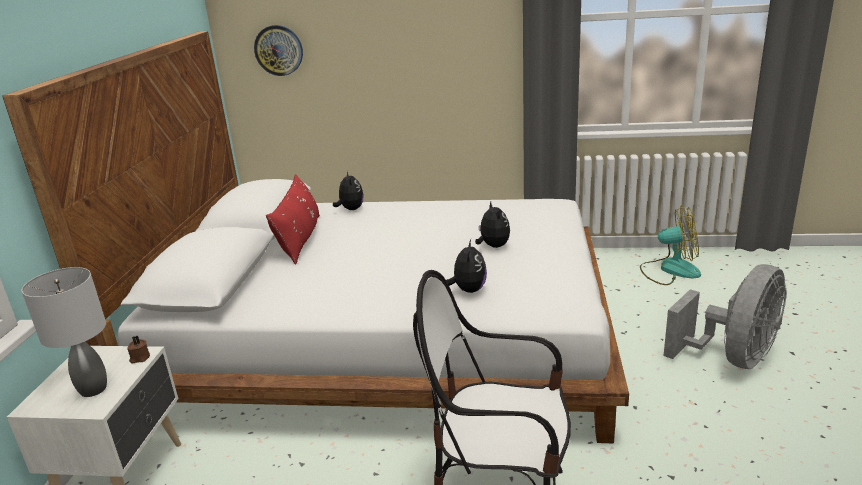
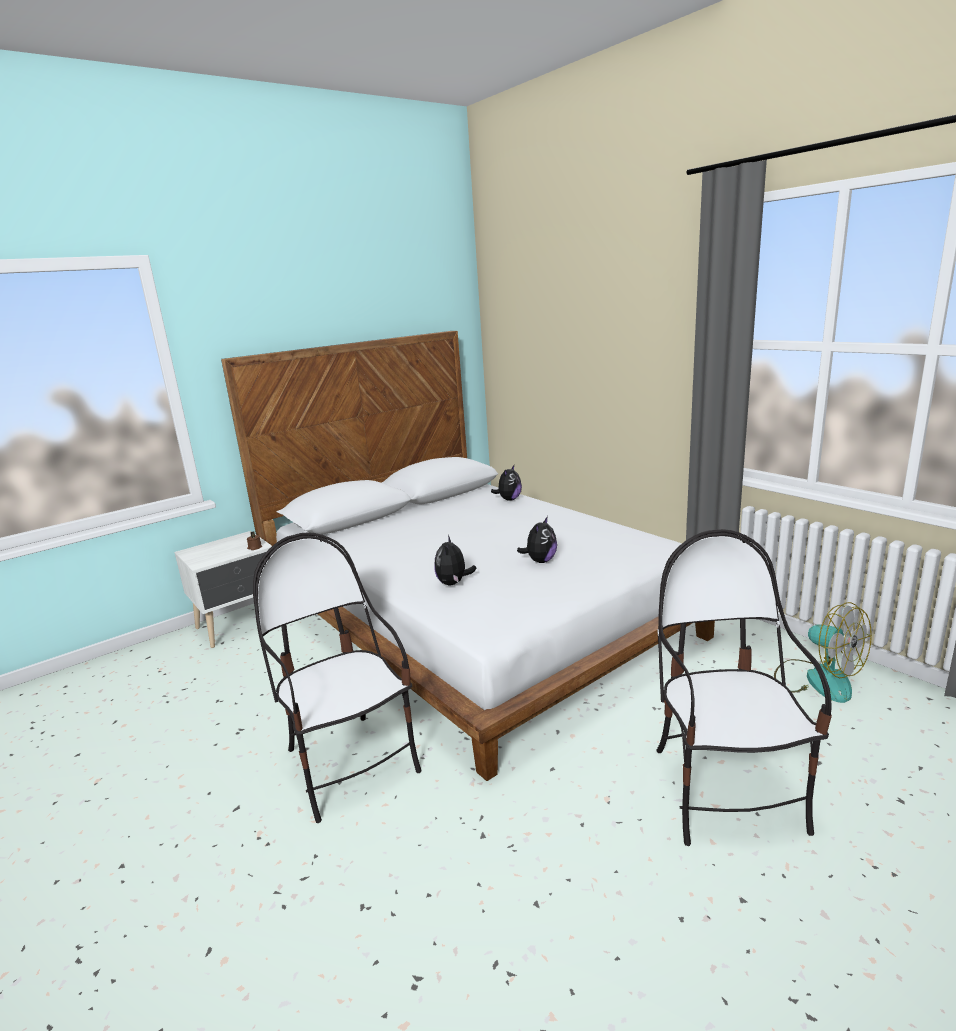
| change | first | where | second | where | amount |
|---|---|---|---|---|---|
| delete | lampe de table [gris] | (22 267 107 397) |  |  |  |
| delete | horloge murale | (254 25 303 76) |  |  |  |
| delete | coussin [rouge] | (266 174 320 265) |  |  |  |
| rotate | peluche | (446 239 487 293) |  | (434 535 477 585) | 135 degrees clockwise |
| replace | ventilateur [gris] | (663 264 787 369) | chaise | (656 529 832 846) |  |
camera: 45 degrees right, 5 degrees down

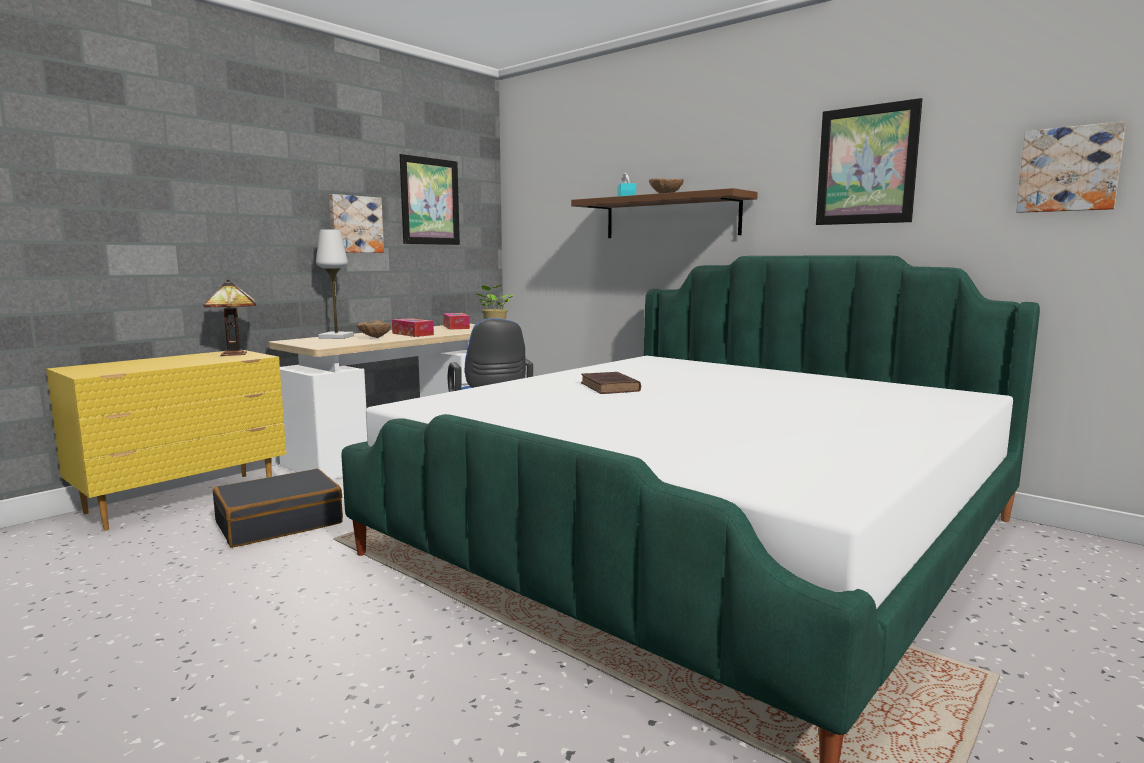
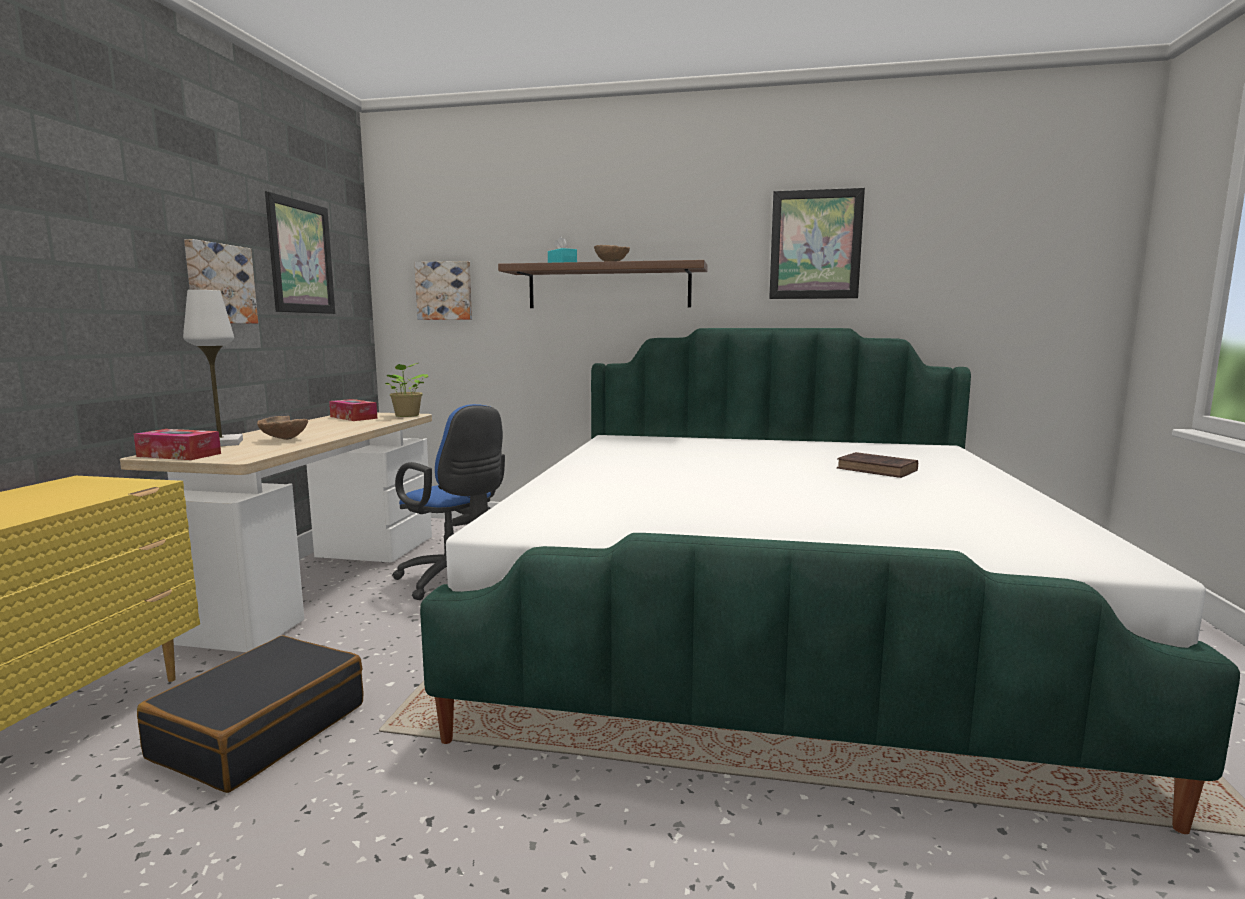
| change | first | where | second | where | amount |
|---|---|---|---|---|---|
| delete | lampe de table | (203 279 256 356) |  |  |  |
| move | boîte à mouchoirs | (392 318 434 337) |  | (134 429 221 460) |  |
| move | livre [marron] | (581 372 641 394) |  | (837 452 918 478) |  |
| move | tableau | (1016 121 1126 213) |  | (414 261 472 320) |  |
camera: 30 degrees left, 0 degrees up

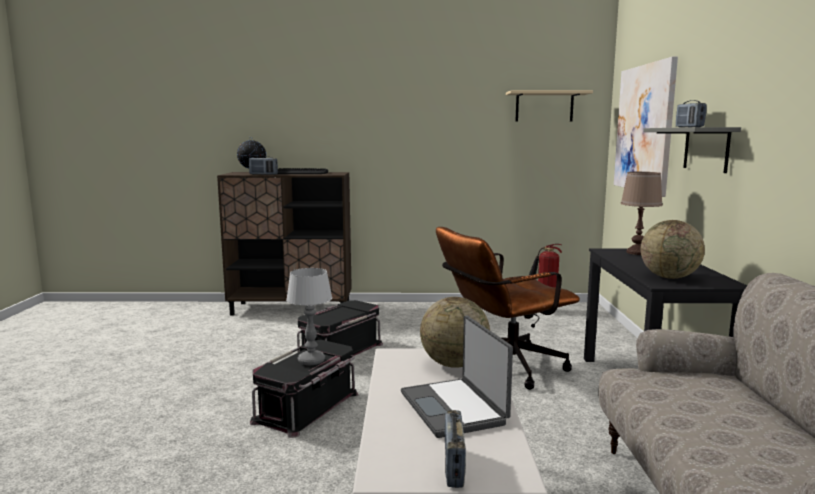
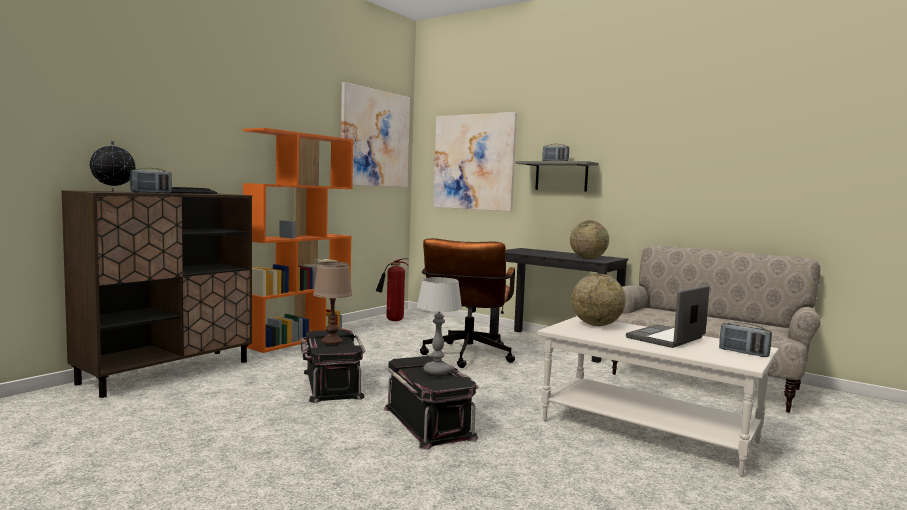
| change | first | where | second | where | amount |
|---|---|---|---|---|---|
| rotate | ordinateur portable | (401 315 513 438) |  | (626 285 710 348) | 120 degrees clockwise |
| replace | étagère [beige] | (506 90 593 122) | tableau | (341 82 410 187) |  |
| move | lampe de table [marron] | (621 172 663 255) |  | (313 262 352 345) |  |
| insert |  |  | bibliothèque [orange] | (243 128 353 353) |  |
camera: 55 degrees left, 5 degrees down

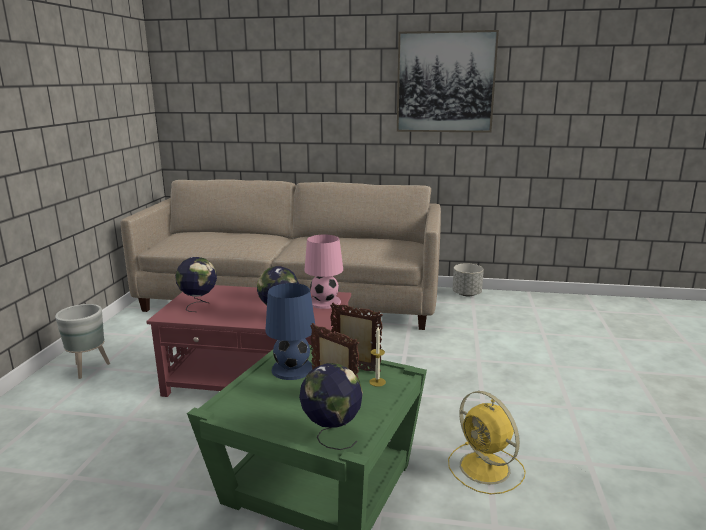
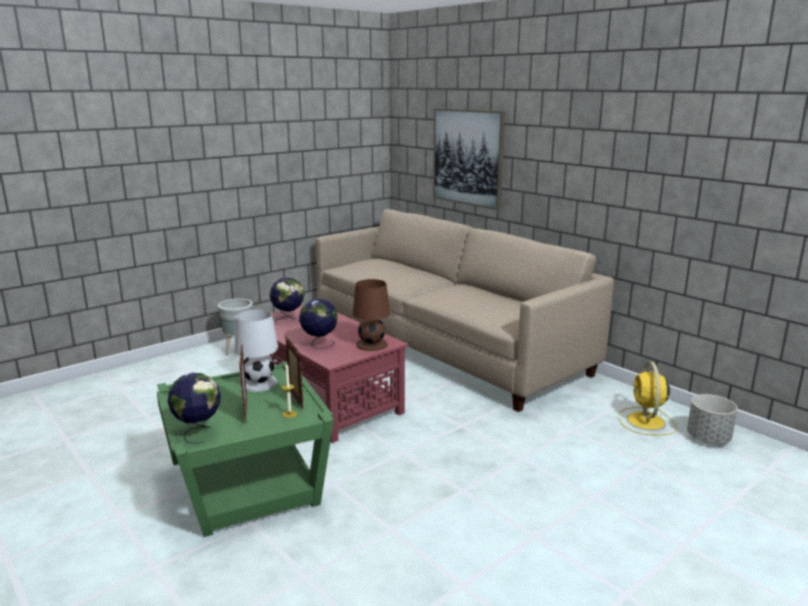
| change | first | where | second | where | amount |
|---|---|---|---|---|---|
| recolor | lampe de table [bleu] | (265 283 315 380) | lampe de table [blanc] | (235 310 278 392) |  |
| recolor | lampe de table [rose] | (304 235 343 309) | lampe de table [marron] | (353 279 390 351) |  |
| move | tableau | (397 30 499 133) |  | (433 109 505 210) |  |
| move | ventilateur [jaune] | (448 391 526 494) |  | (618 362 677 436) |  |
| move | cache-pot [gris] | (453 263 484 296) |  | (687 394 738 444) |  |
camera: 40 degrees right, 0 degrees up

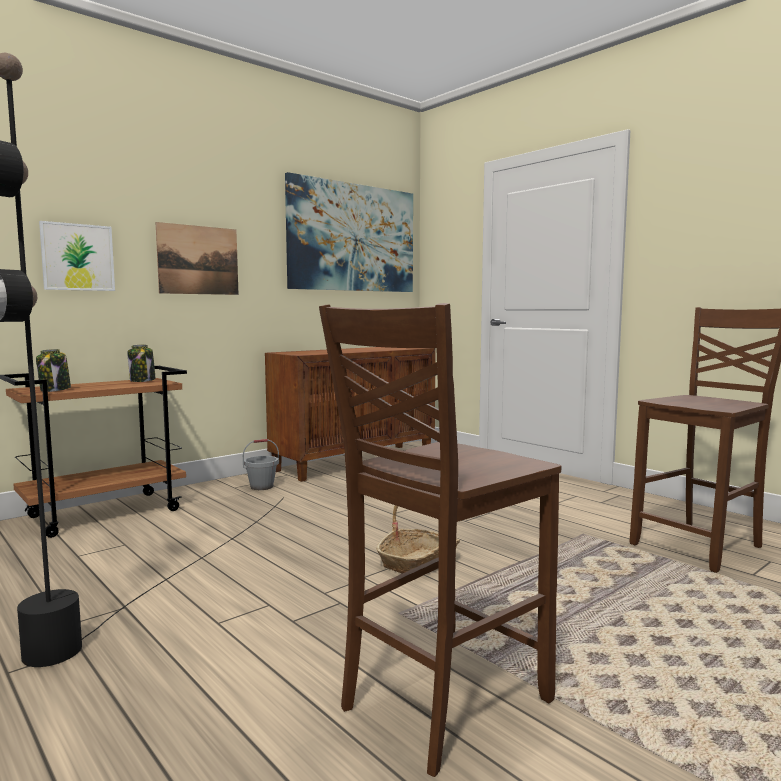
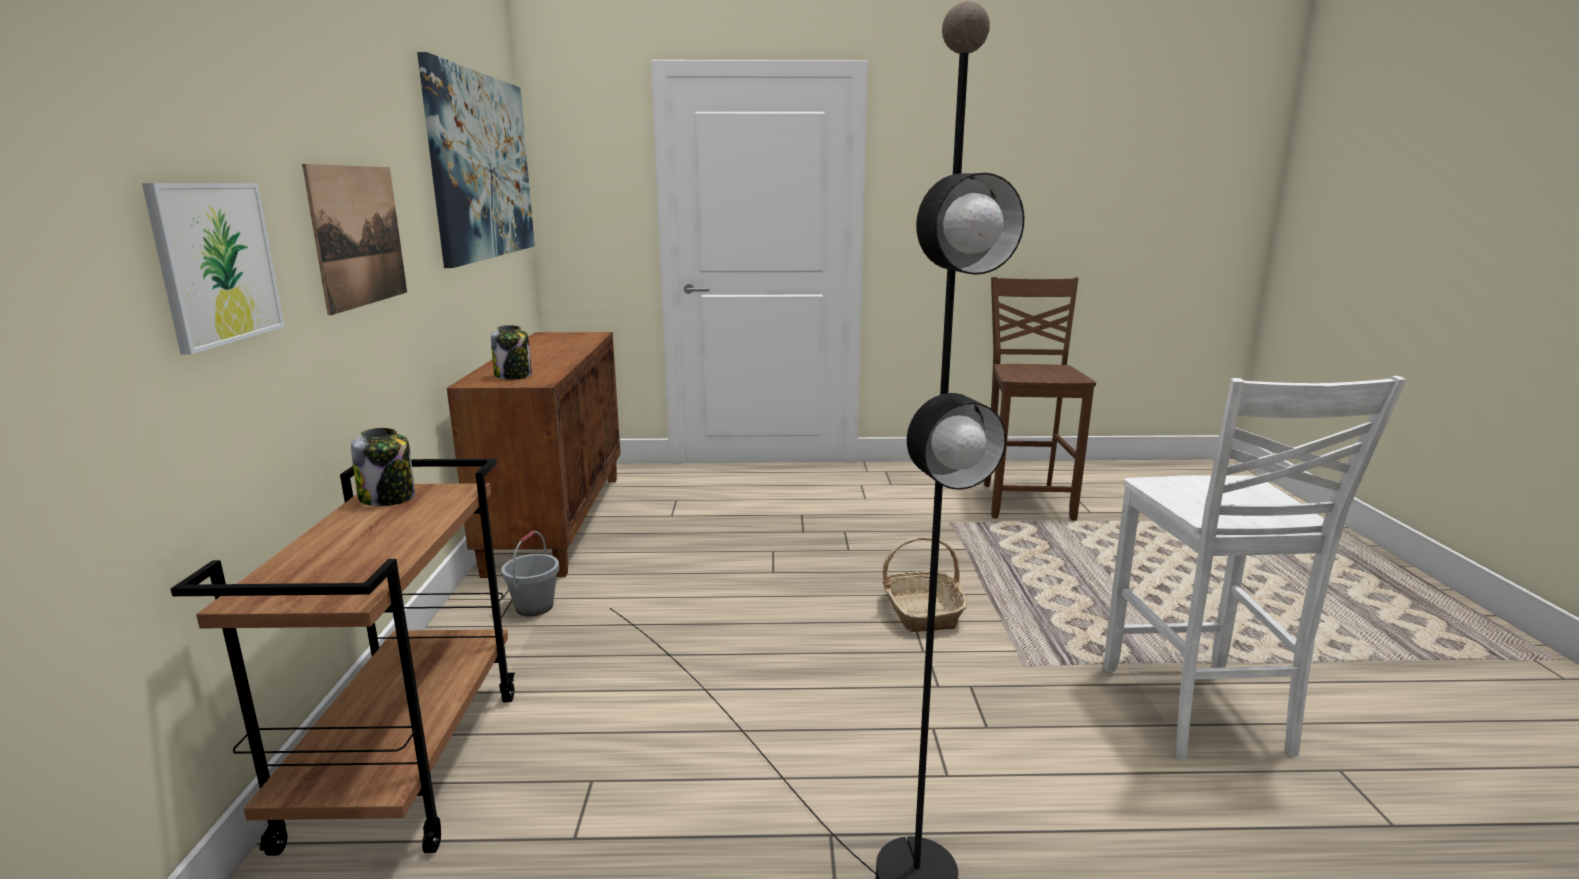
| change | first | where | second | where | amount |
|---|---|---|---|---|---|
| move | bocal | (36 349 71 392) |  | (491 325 532 380) |  |
| recolor | chaise [marron] | (319 303 561 777) | chaise [blanc] | (1104 376 1406 761) |  |
camera: 50 degrees left, 10 degrees up

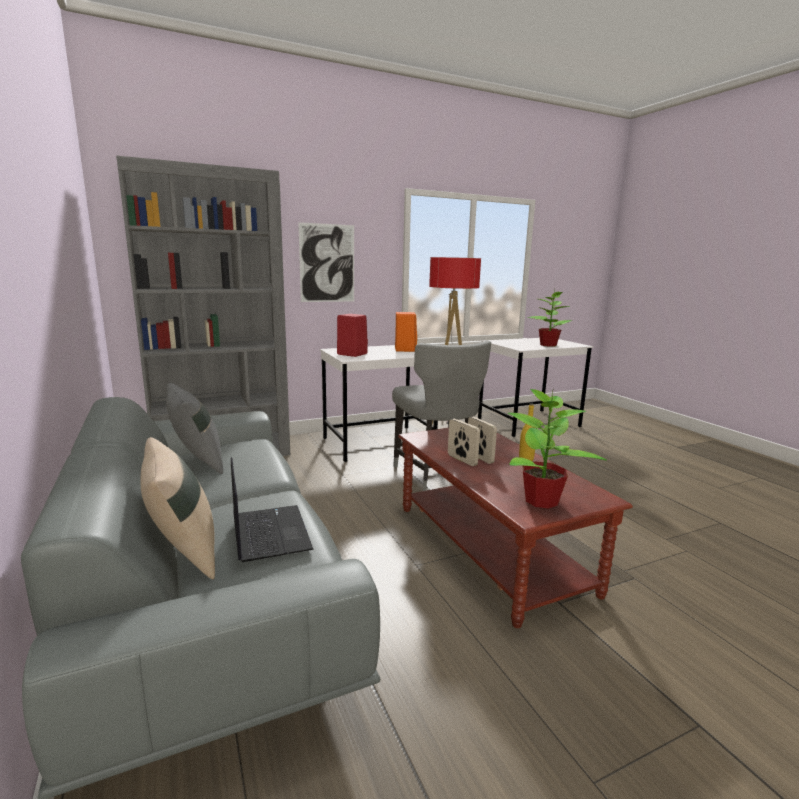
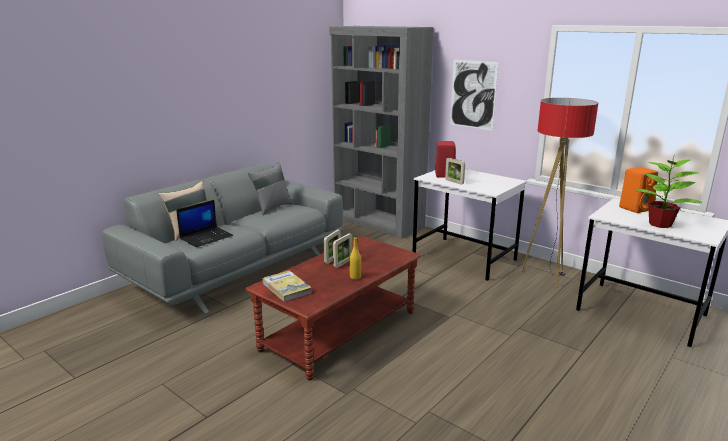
| change | first | where | second | where | amount |
|---|---|---|---|---|---|
| delete | chaise [gris] | (392 341 491 491) |  |  |  |
| move | enceinte [orange] | (395 312 417 352) |  | (619 167 658 213) |  |
| replace | plante en pot | (508 388 607 509) | livre | (263 270 312 302) |  |
| insert |  |  | cadre photo | (445 158 465 184) |  |
camera: 65 degrees right, 5 degrees up

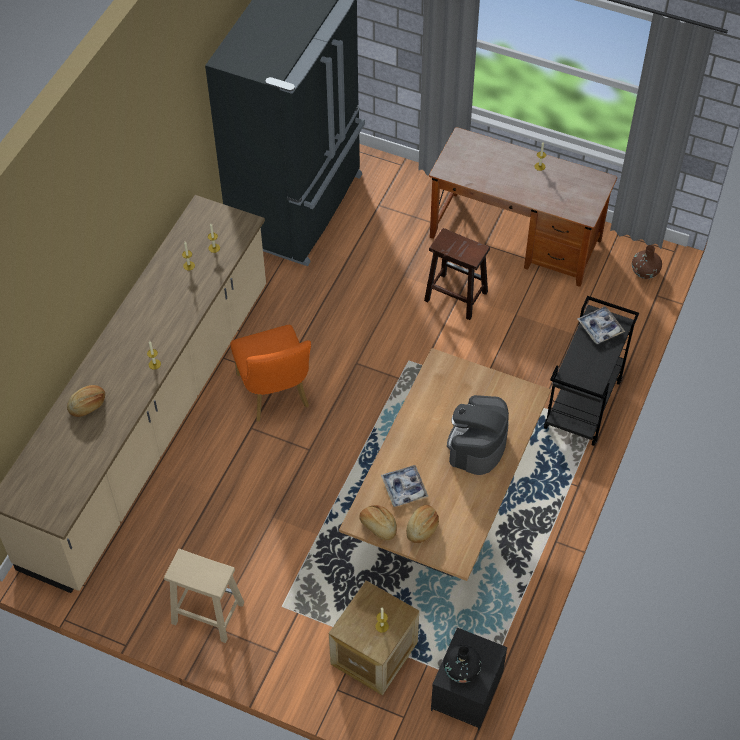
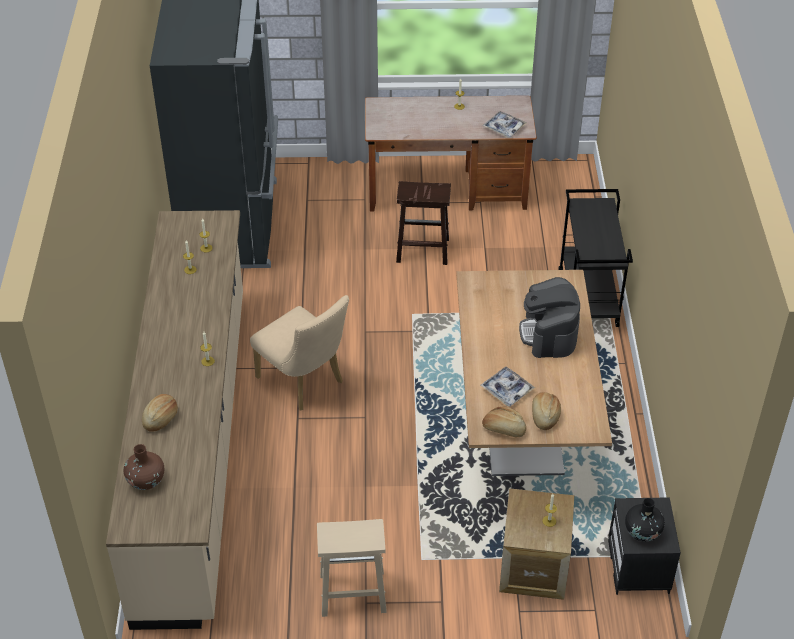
| change | first | where | second | where | amount |
|---|---|---|---|---|---|
| recolor | chaise [orange] | (230 325 311 422) | chaise [beige] | (250 295 349 410) |  |
| move | plateau | (578 306 625 344) |  | (483 111 526 138) |  |
| move | vase [marron] | (632 245 662 279) |  | (123 444 164 490) |  |
camera: 25 degrees left, 10 degrees down

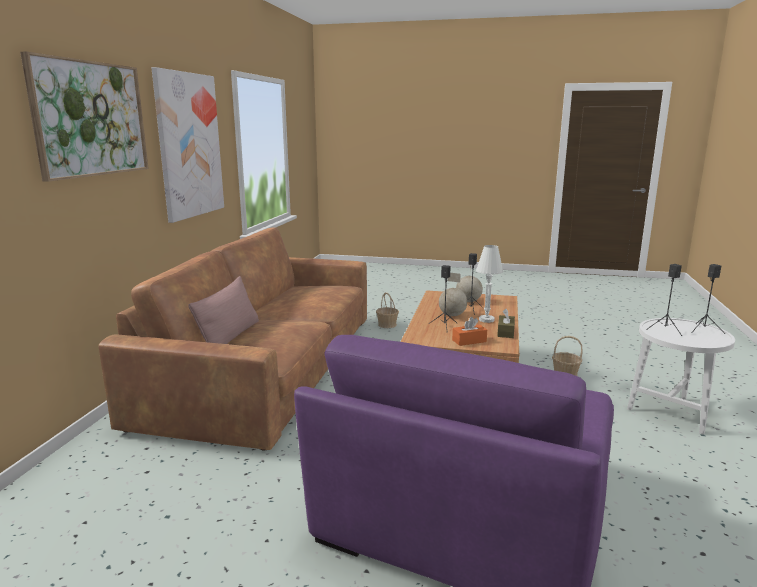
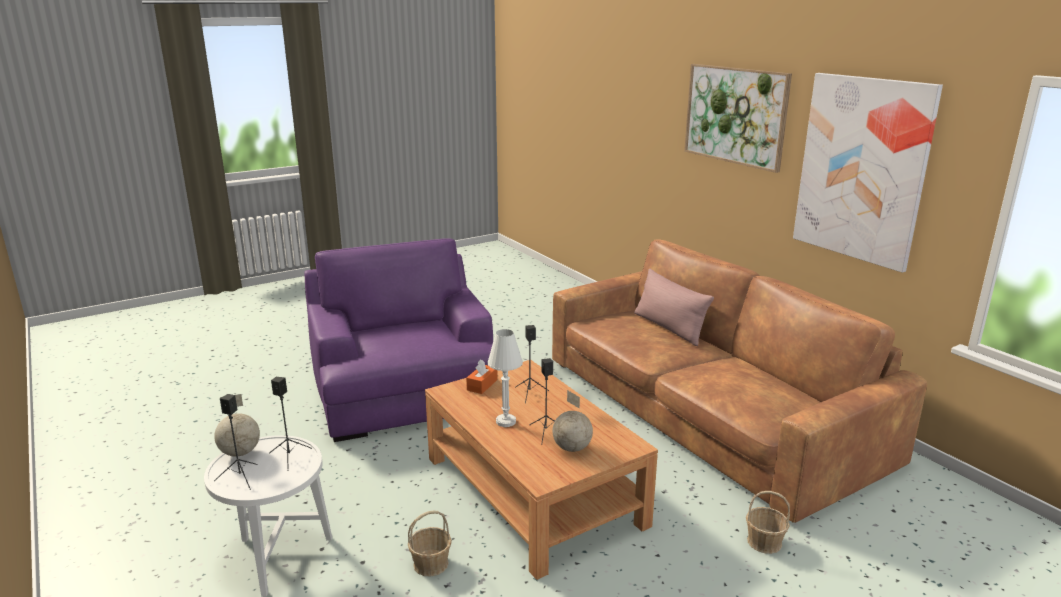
| change | first | where | second | where | amount |
|---|---|---|---|---|---|
| move | globe | (439 273 467 316) |  | (214 394 260 457) |  |
| delete | boîte à mouchoirs [marron] | (497 309 515 338) |  |  |  |
camera: 135 degrees right, 5 degrees up

